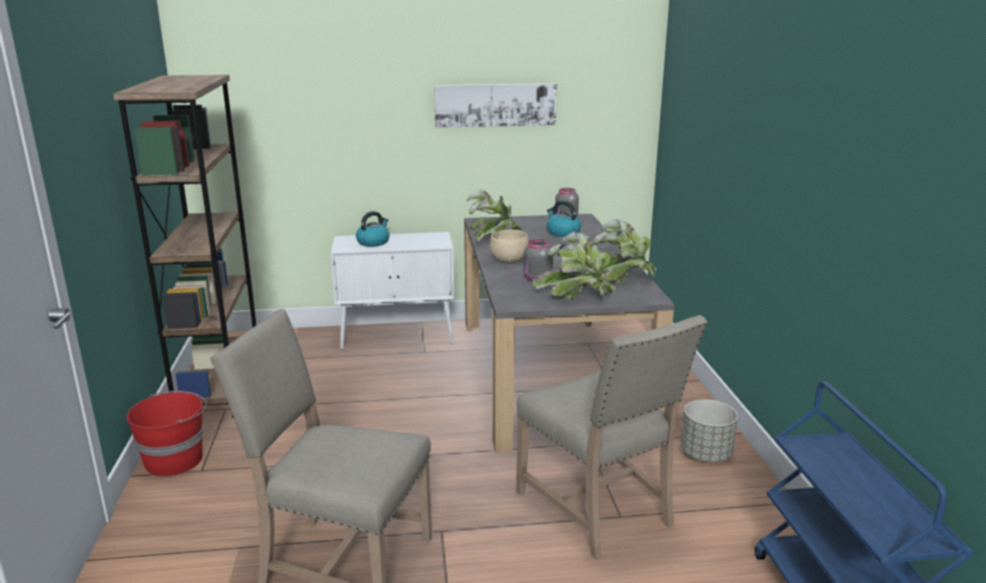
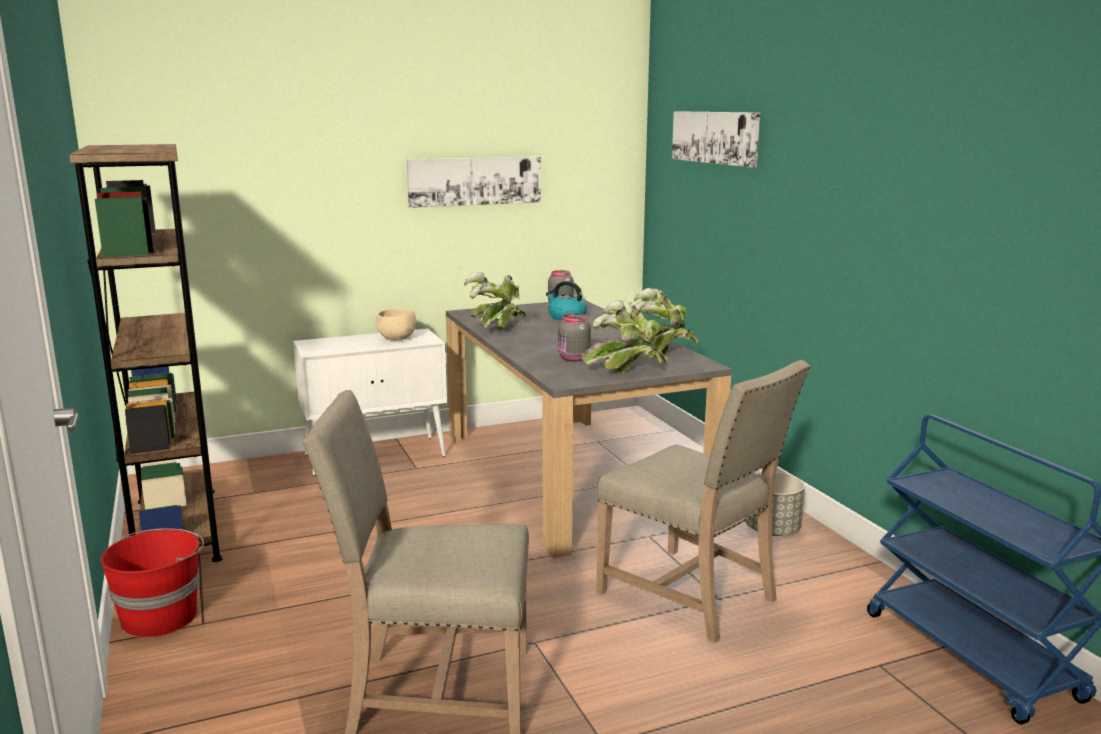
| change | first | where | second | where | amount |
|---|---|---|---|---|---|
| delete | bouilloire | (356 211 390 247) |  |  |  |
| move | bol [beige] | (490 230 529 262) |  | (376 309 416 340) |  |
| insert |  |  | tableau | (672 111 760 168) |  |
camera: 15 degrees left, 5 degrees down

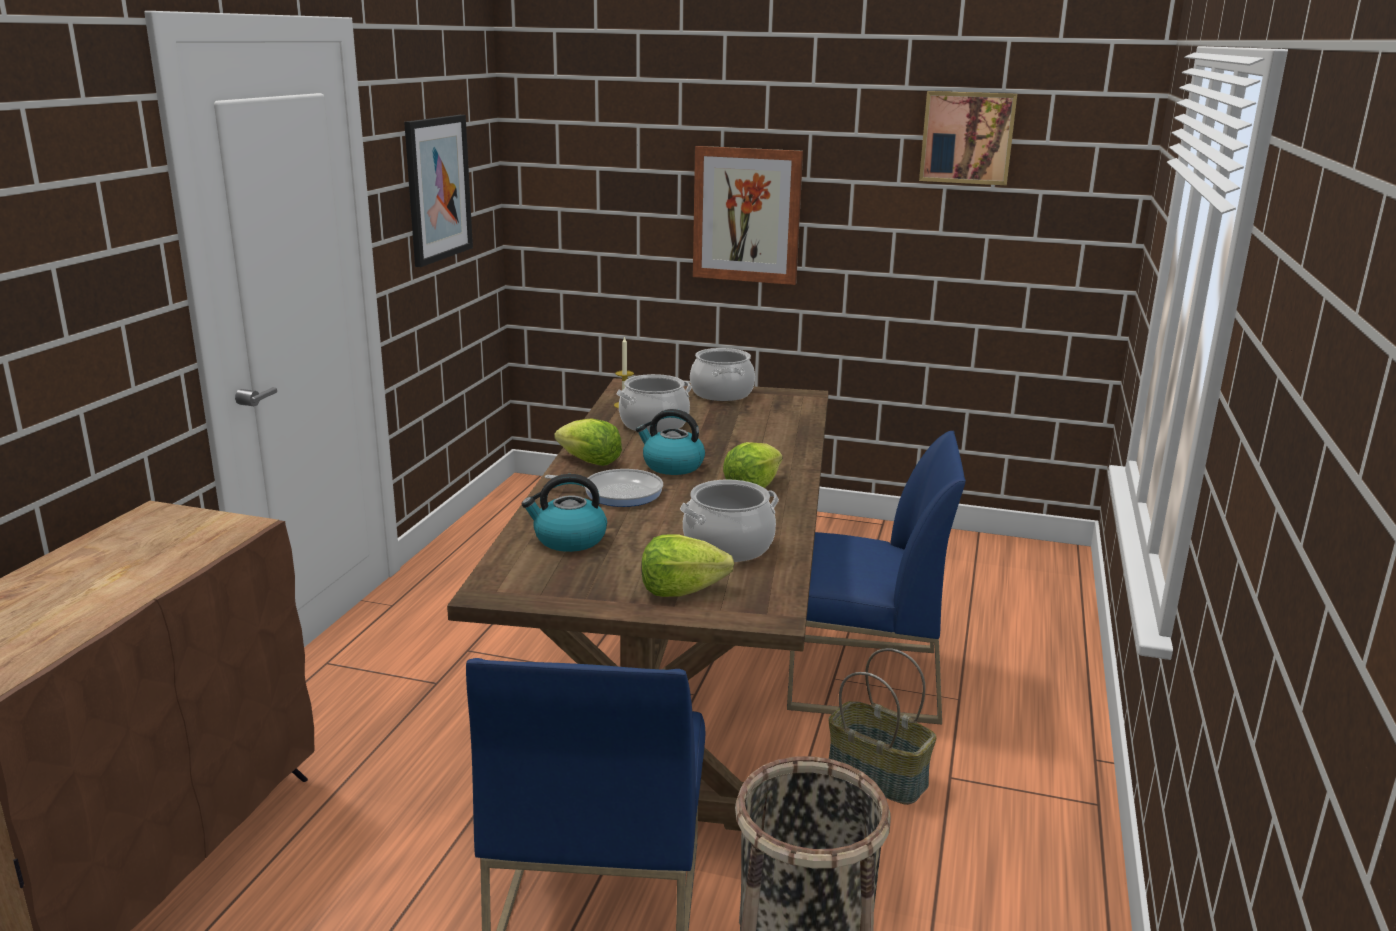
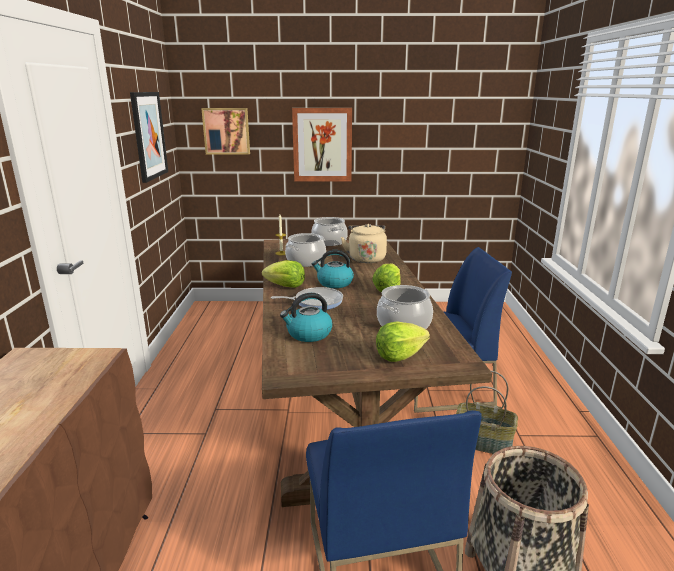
| change | first | where | second | where | amount |
|---|---|---|---|---|---|
| move | tableau | (919 91 1017 185) |  | (201 108 250 155) |  |
| insert |  |  | bouilloire [beige] | (341 224 387 263) |  |
camera: 15 degrees left, 0 degrees up

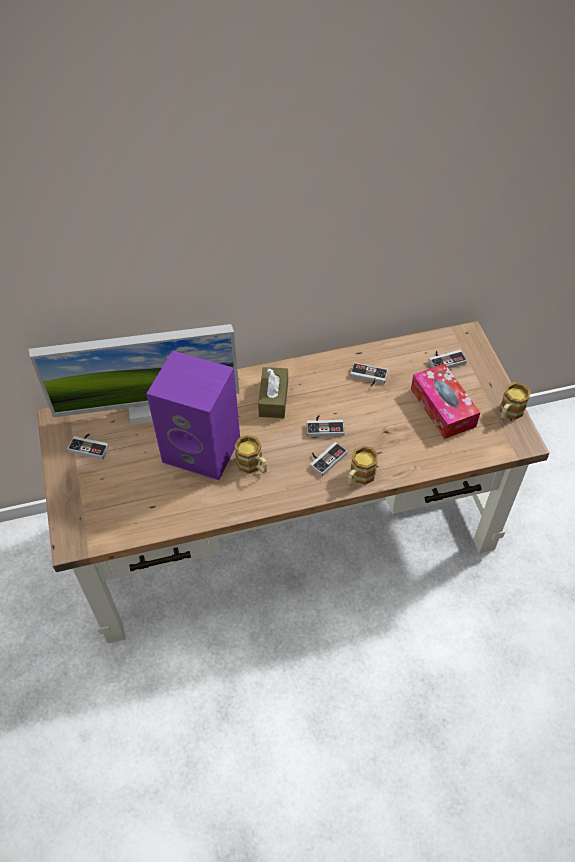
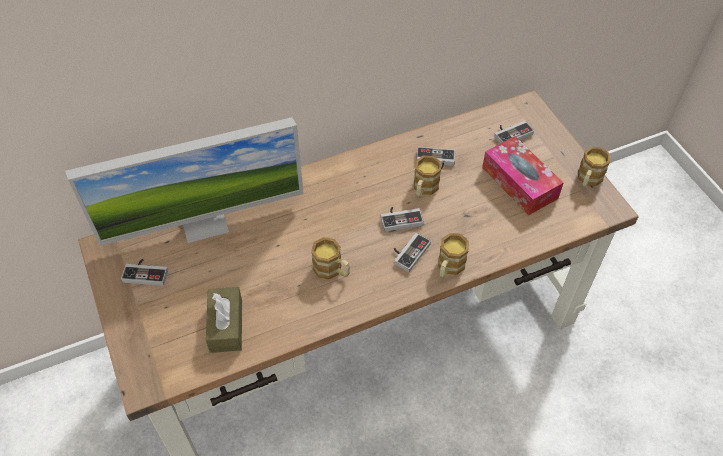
| change | first | where | second | where | amount |
|---|---|---|---|---|---|
| delete | enceinte [violet] | (146 350 240 480) |  |  |  |
| move | boîte à mouchoirs [marron] | (258 367 288 418) |  | (206 287 242 353) |  |
| insert |  |  | mug | (414 156 441 198) |  |
camera: 10 degrees left, 0 degrees up

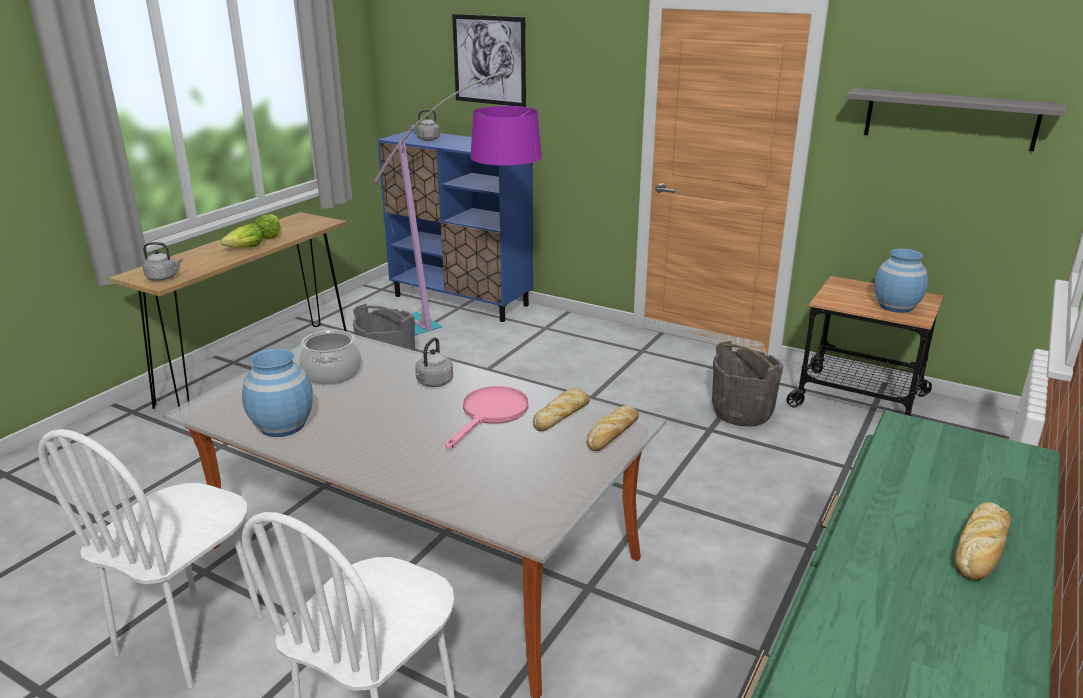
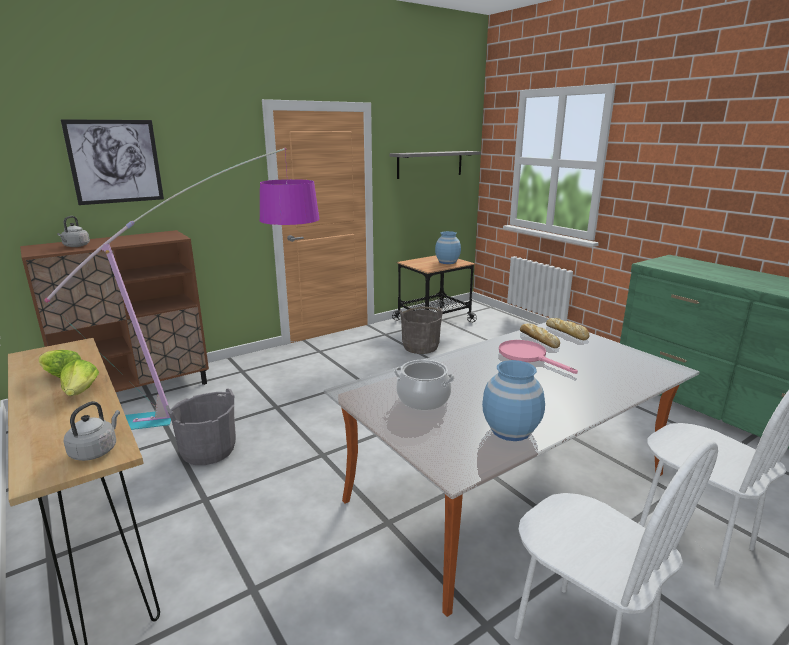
| change | first | where | second | where | amount |
|---|---|---|---|---|---|
| recolor | meuble de rangement [bleu] | (378 130 533 322) | meuble de rangement [marron] | (20 230 209 392) |  |
| delete | bouilloire [gris] | (415 337 453 387) |  |  |  |
| delete | pain | (955 502 1011 580) |  |  |  |
camera: 65 degrees left, 5 degrees down

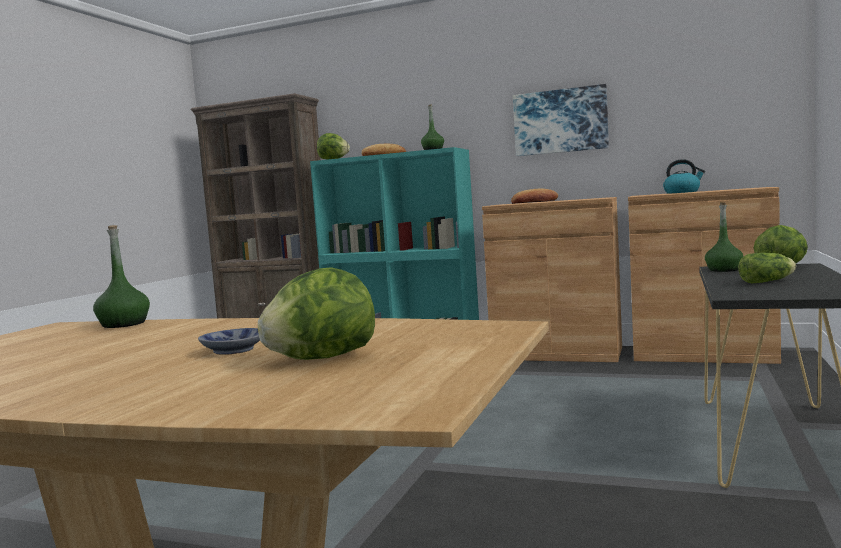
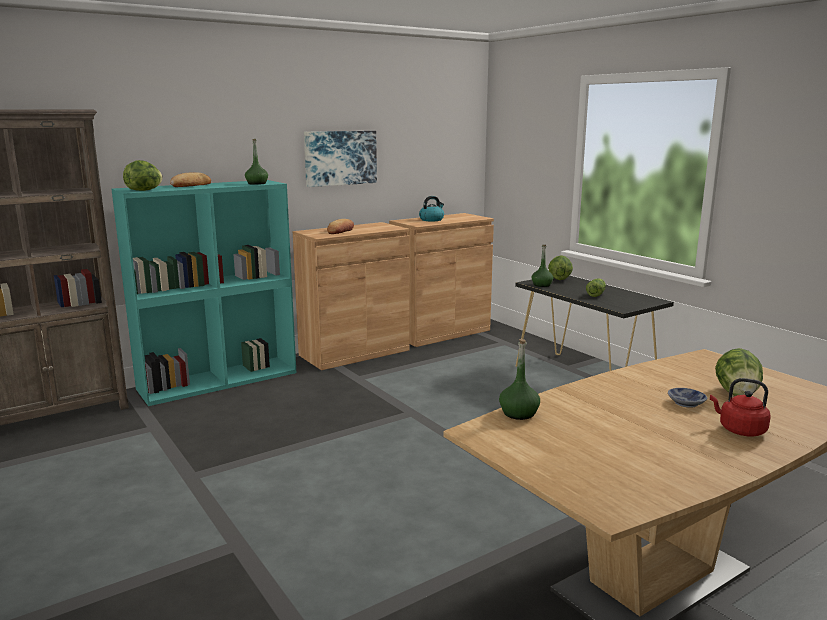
| change | first | where | second | where | amount |
|---|---|---|---|---|---|
| insert |  |  | bouilloire [rouge] | (710 378 771 437) |  |
camera: 55 degrees left, 10 degrees up

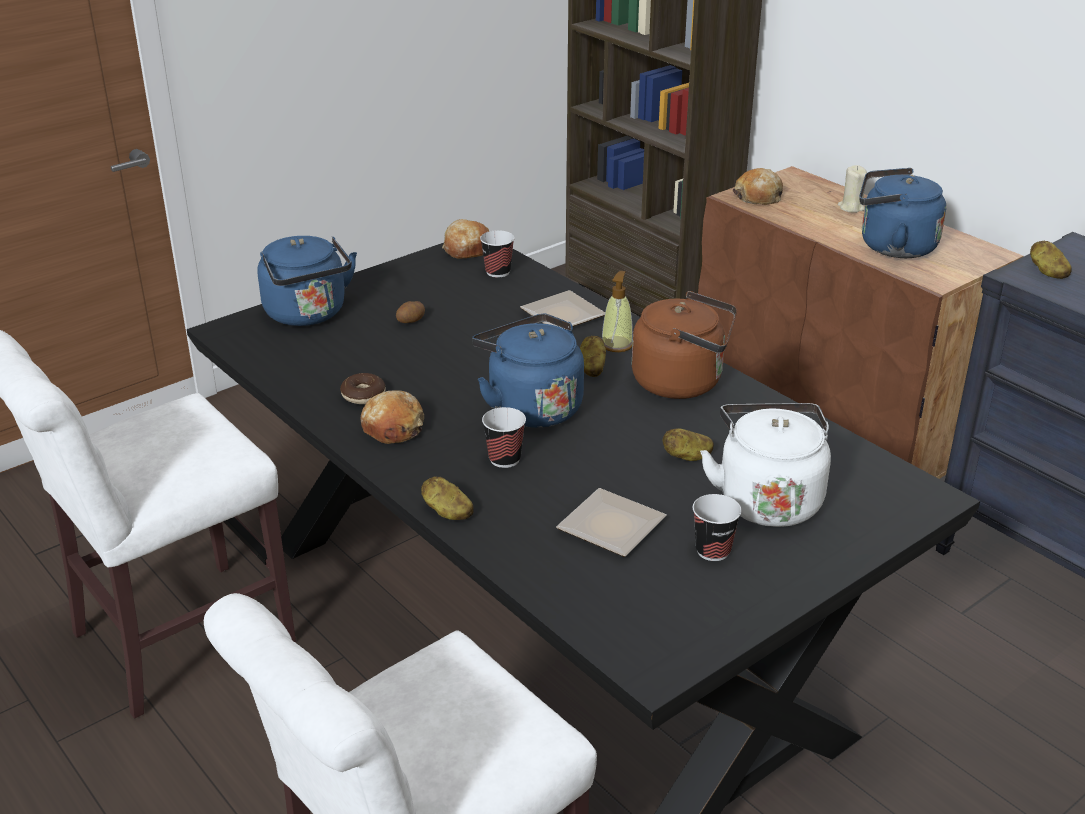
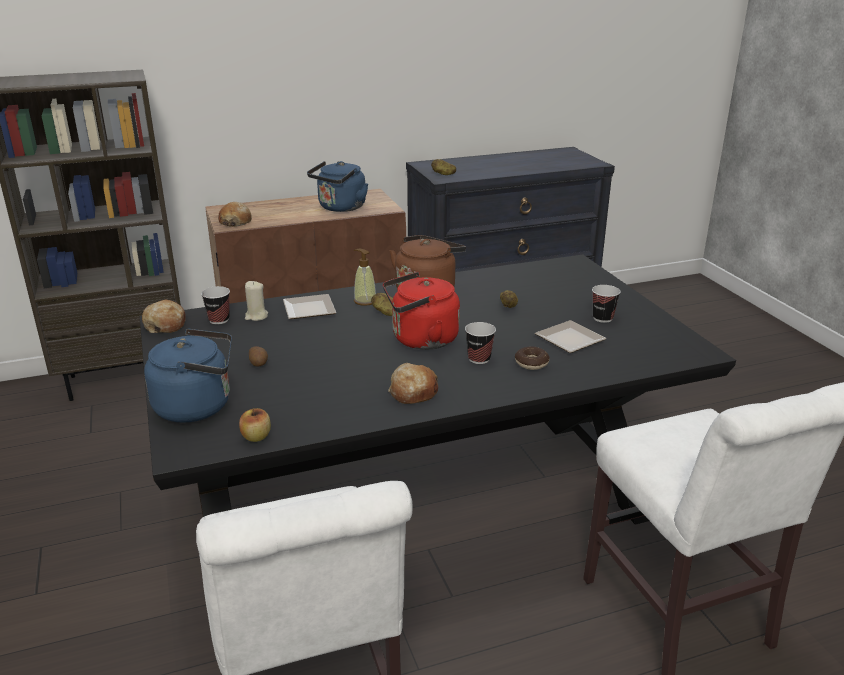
| change | first | where | second | where | amount |
|---|---|---|---|---|---|
| move | beignet | (340 373 386 404) |  | (515 347 549 370) |  |
| delete | pomme de terre | (421 476 474 520) |  |  |  |
| recolor | bouilloire [bleu] | (472 314 584 428) | bouilloire [rouge] | (383 272 460 350) |  |
| delete | bouilloire [blanc] | (700 403 831 527) |  |  |  |
| move | bougie [beige] | (838 165 867 213) |  | (245 281 268 321) |  |
| insert |  |  | pomme | (239 408 271 442) |  |
camera: 70 degrees left, 5 degrees down

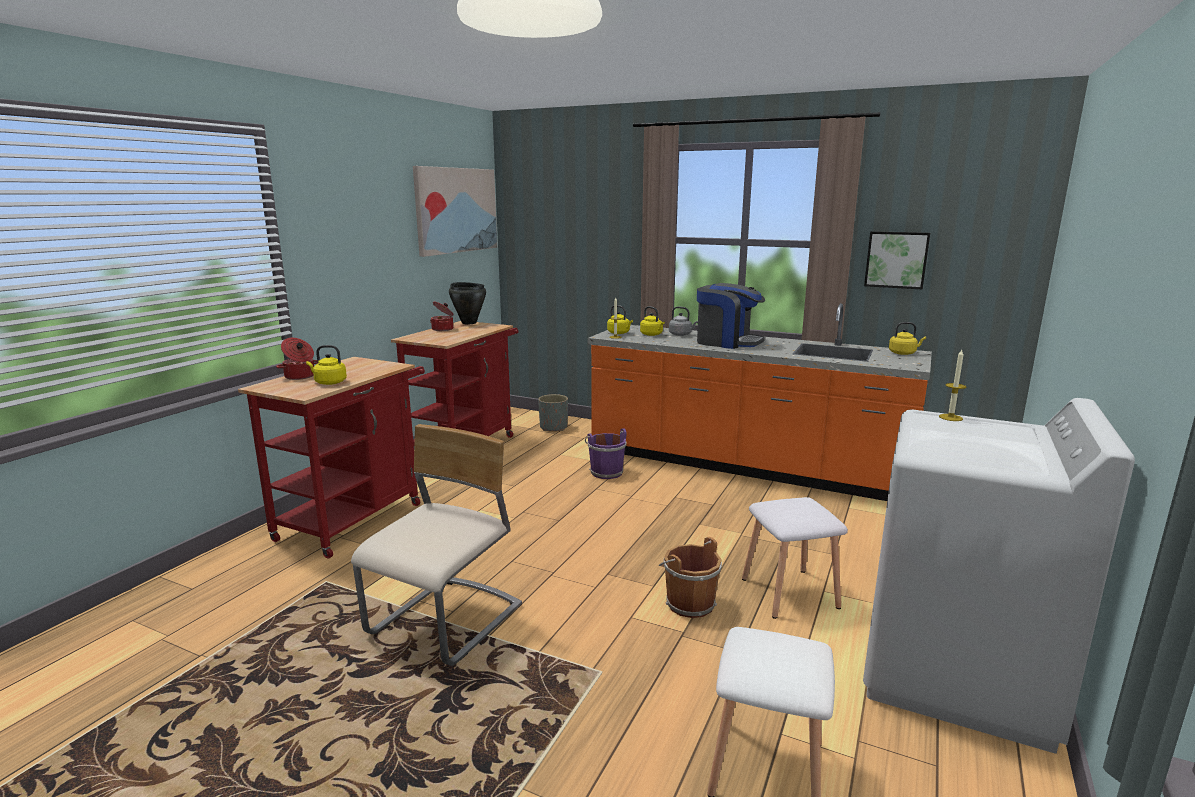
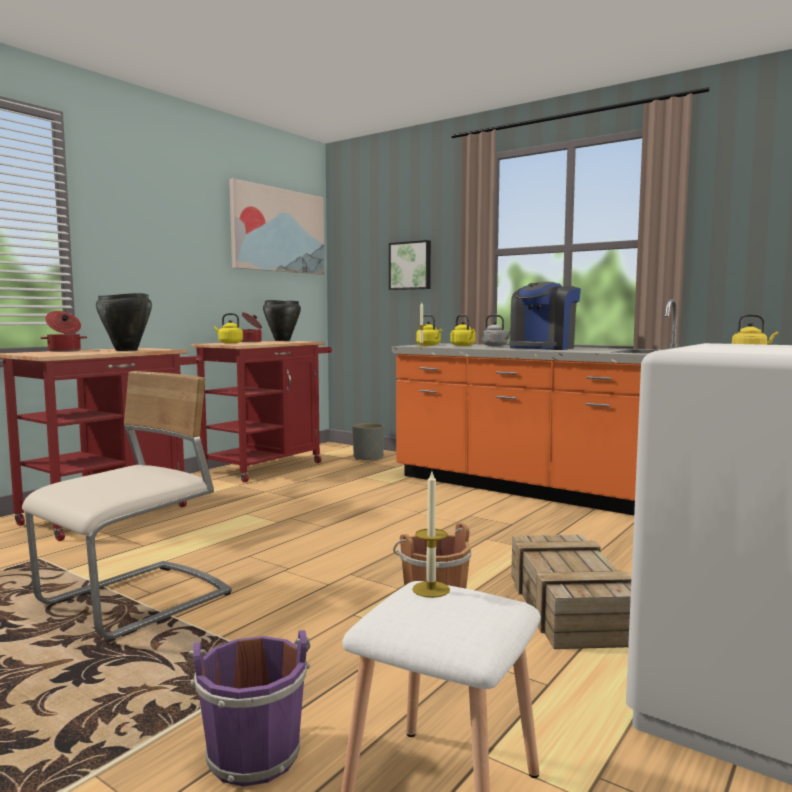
| change | first | where | second | where | amount |
|---|---|---|---|---|---|
| move | bouilloire [jaune] | (306 345 347 385) |  | (214 313 243 344) |  |
| move | seau [violet] | (585 428 627 479) |  | (189 630 310 787) |  |
| rotate | machine à café | (697 283 765 349) |  | (509 282 581 350) | 90 degrees clockwise |
| replace | tabouret [blanc] | (742 497 848 619) | caisse | (511 535 631 649) |  |
| move | tableau | (864 231 930 289) |  | (389 240 431 290) |  |
| move | bougie | (939 350 966 421) |  | (412 472 450 598) |  |
| insert |  |  | marmite [noir] | (96 293 152 351) |  |
camera: 10 degrees right, 10 degrees down

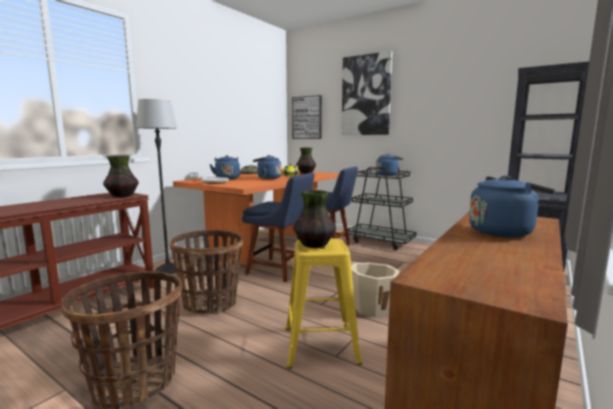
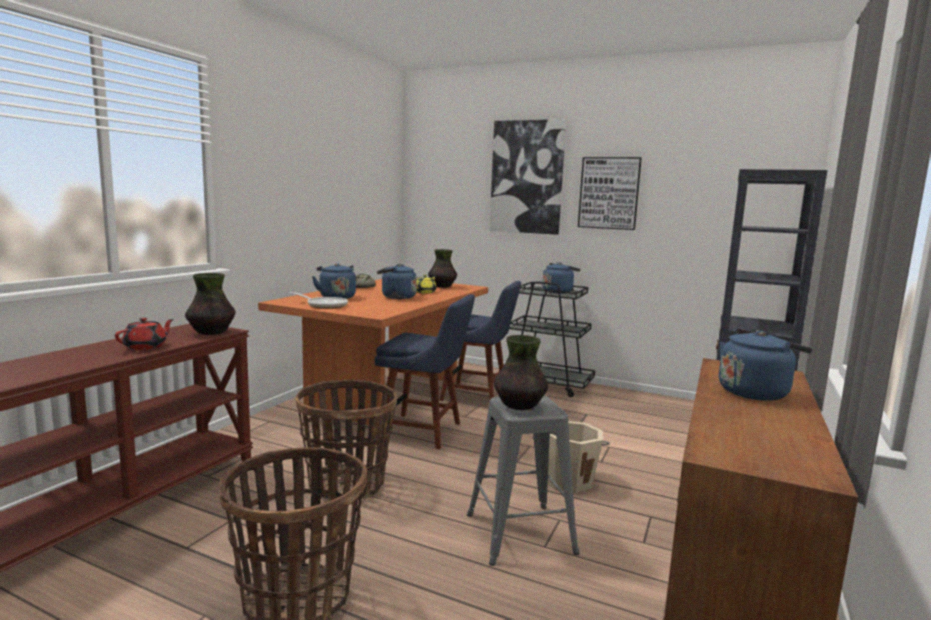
| change | first | where | second | where | amount |
|---|---|---|---|---|---|
| delete | lampadaire | (136 99 177 274) |  |  |  |
| recolor | tabouret [jaune] | (286 239 362 369) | tabouret [gris] | (467 395 580 566) |  |
| move | tableau | (292 95 322 139) |  | (578 157 642 230) |  |
| insert |  |  | théière [rouge] | (115 318 174 350) |  |
camera: 10 degrees left, 0 degrees up

